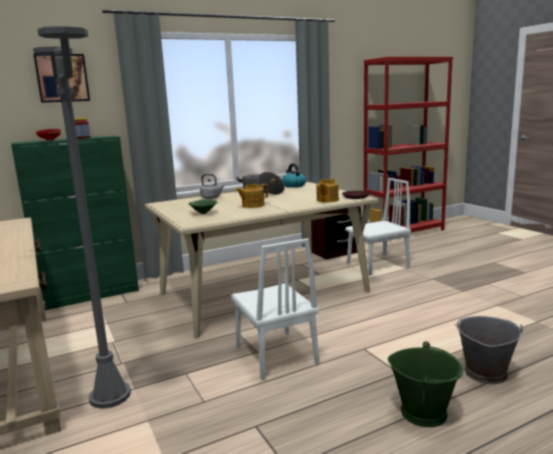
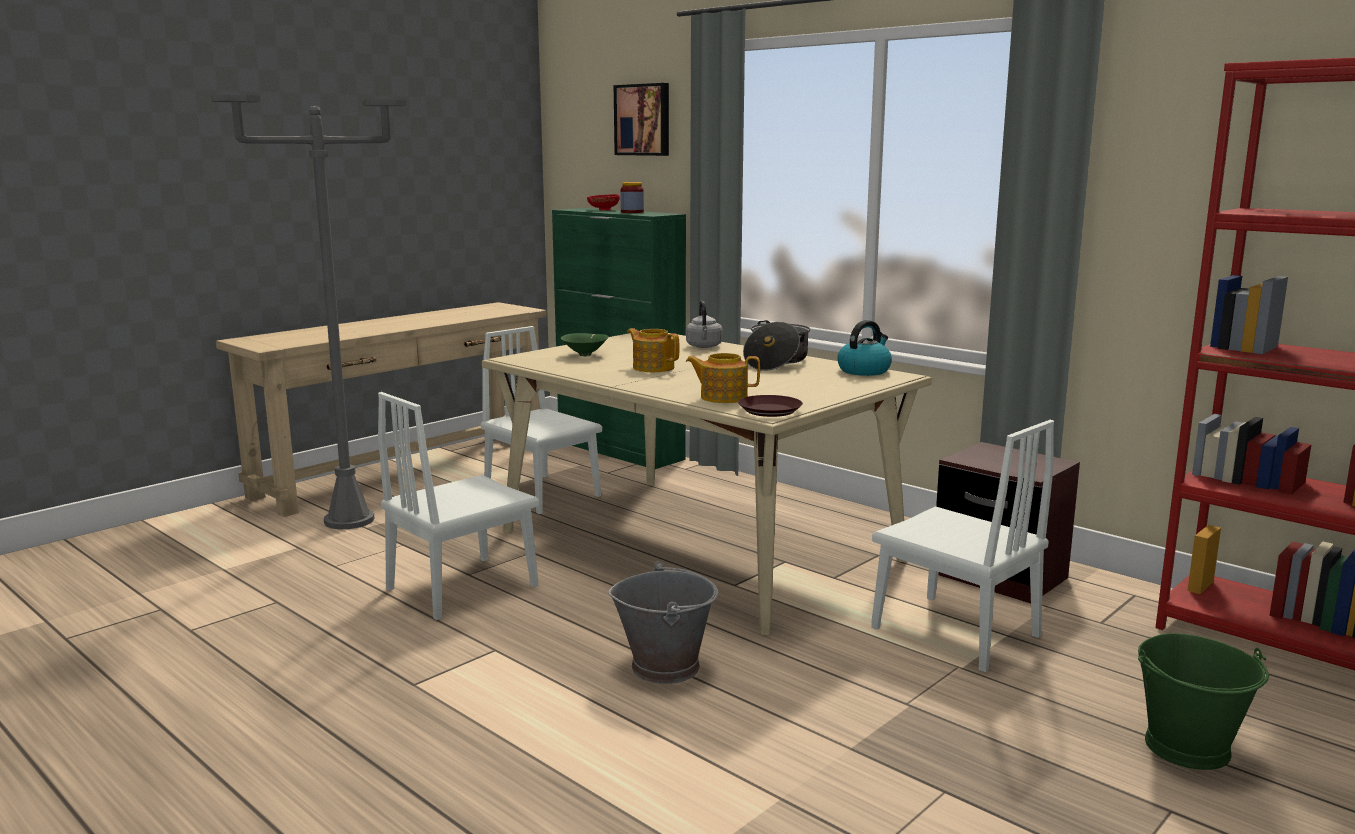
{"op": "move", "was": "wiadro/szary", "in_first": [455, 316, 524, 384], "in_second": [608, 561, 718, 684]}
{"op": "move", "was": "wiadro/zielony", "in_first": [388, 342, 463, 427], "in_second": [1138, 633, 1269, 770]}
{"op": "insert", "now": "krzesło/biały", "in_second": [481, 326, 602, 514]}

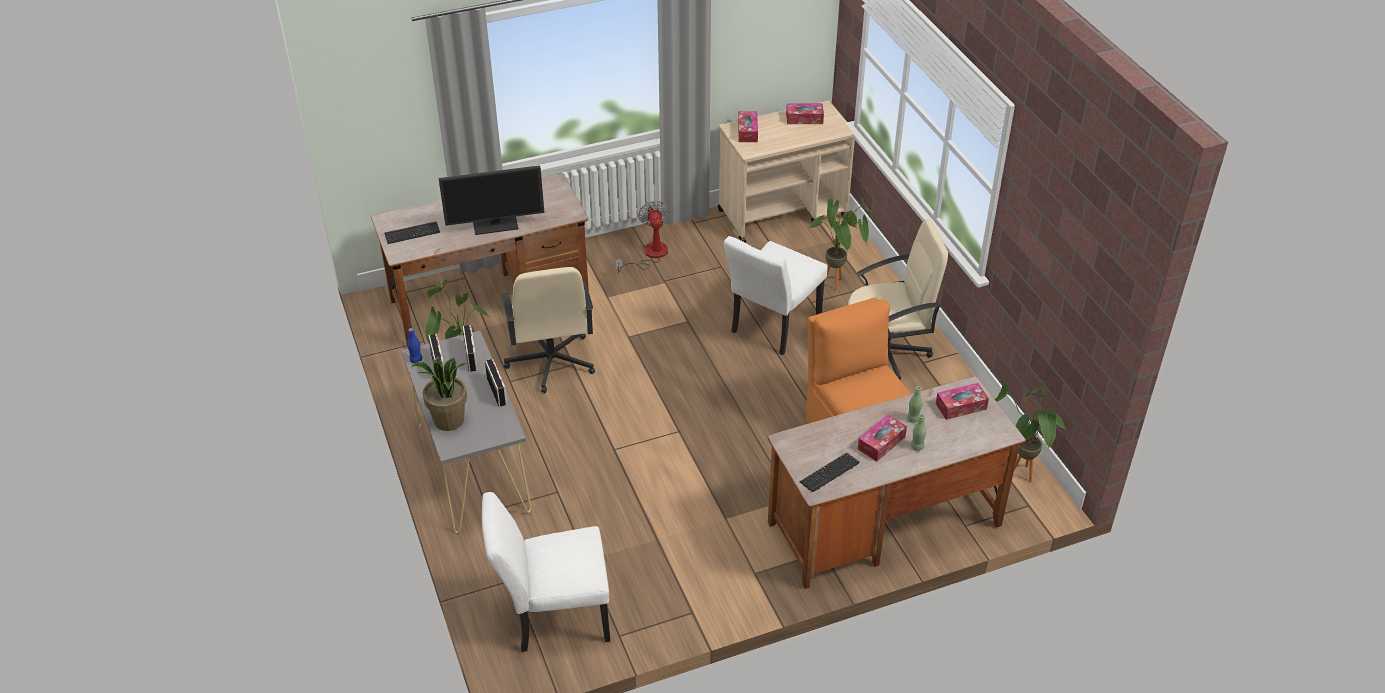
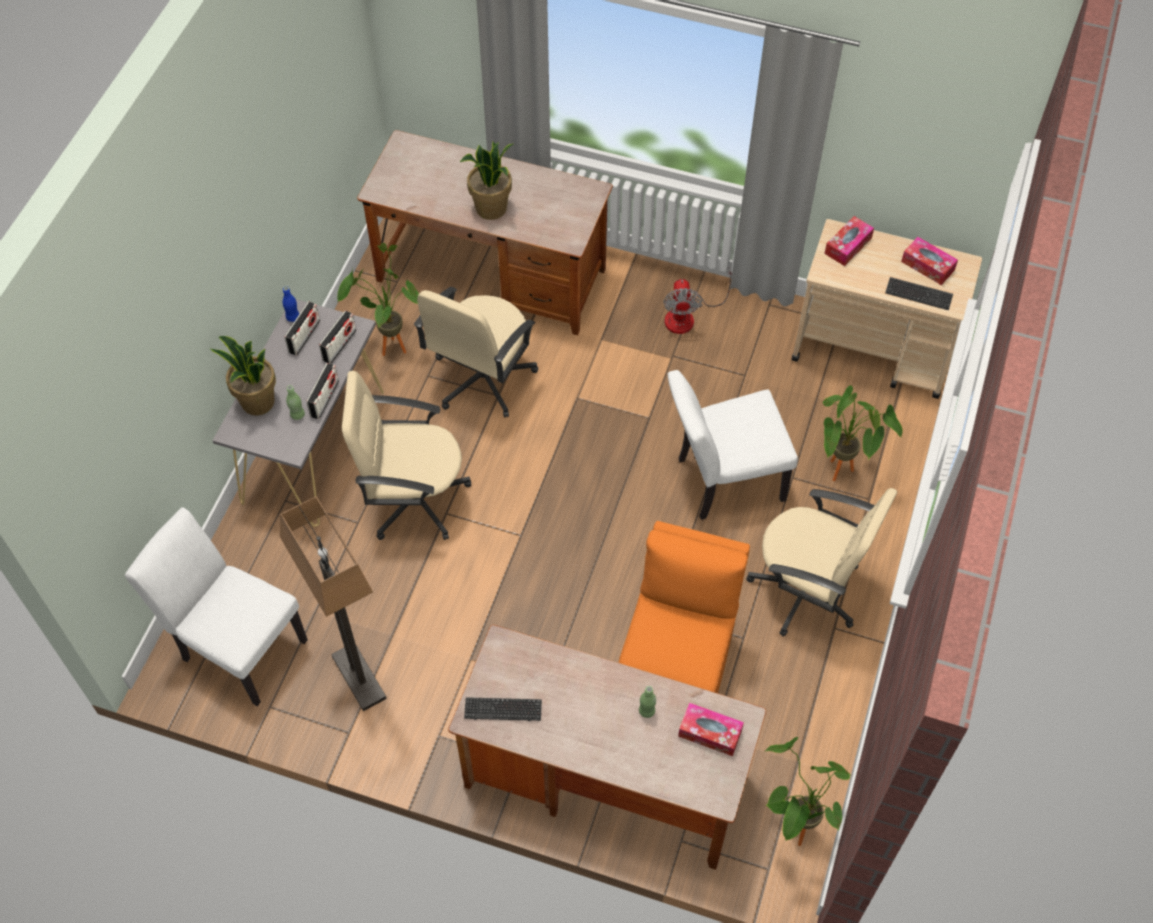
{"op": "replace", "was": "monitor", "now": "roślina doniczkowa", "in_first": [439, 165, 544, 235], "in_second": [460, 141, 513, 220]}
{"op": "rotate", "was": "wentylator", "in_first": [615, 201, 669, 273], "in_second": [663, 267, 732, 334], "clockwise": 150}
{"op": "move", "was": "klawiatura", "in_first": [384, 222, 440, 244], "in_second": [885, 277, 953, 310]}
{"op": "delete", "was": "pudełko chusteczek", "in_first": [858, 414, 907, 462]}
{"op": "move", "was": "butelka/zielony", "in_first": [911, 414, 926, 451], "in_second": [286, 385, 305, 420]}
{"op": "insert", "now": "krzesło biurowe/beżowy", "in_second": [342, 371, 471, 540]}
{"op": "insert", "now": "lampa stojąca", "in_second": [280, 496, 387, 711]}

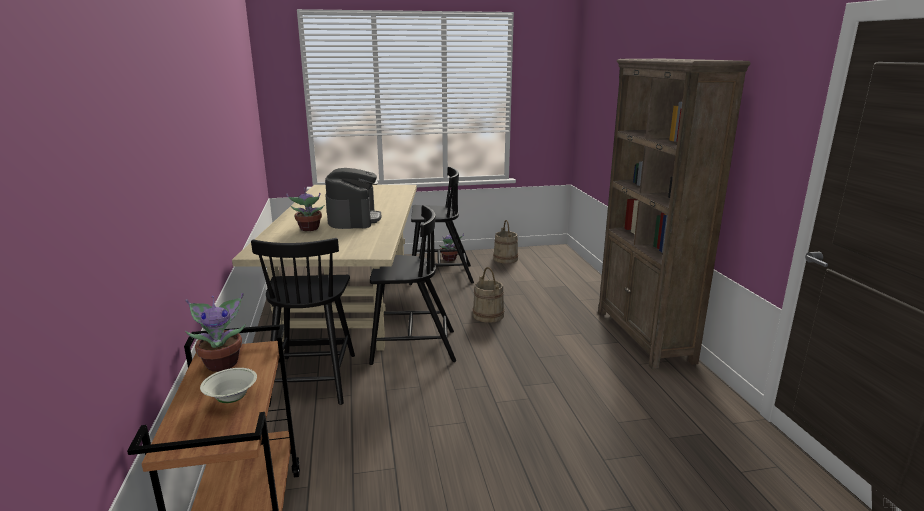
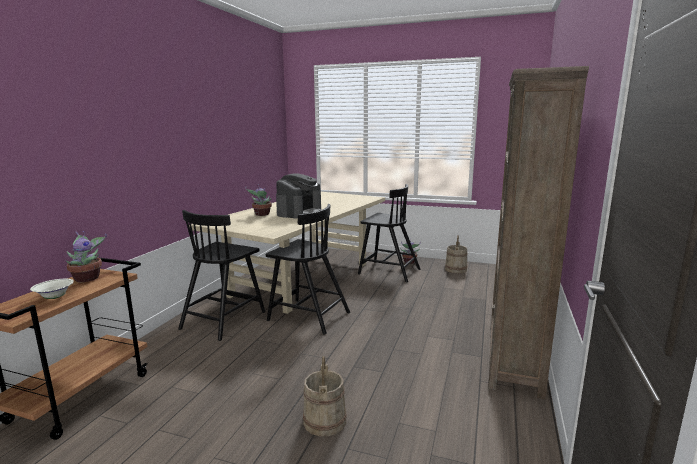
{"op": "move", "was": "wiadro/beżowy", "in_first": [473, 267, 504, 323], "in_second": [303, 356, 346, 436]}

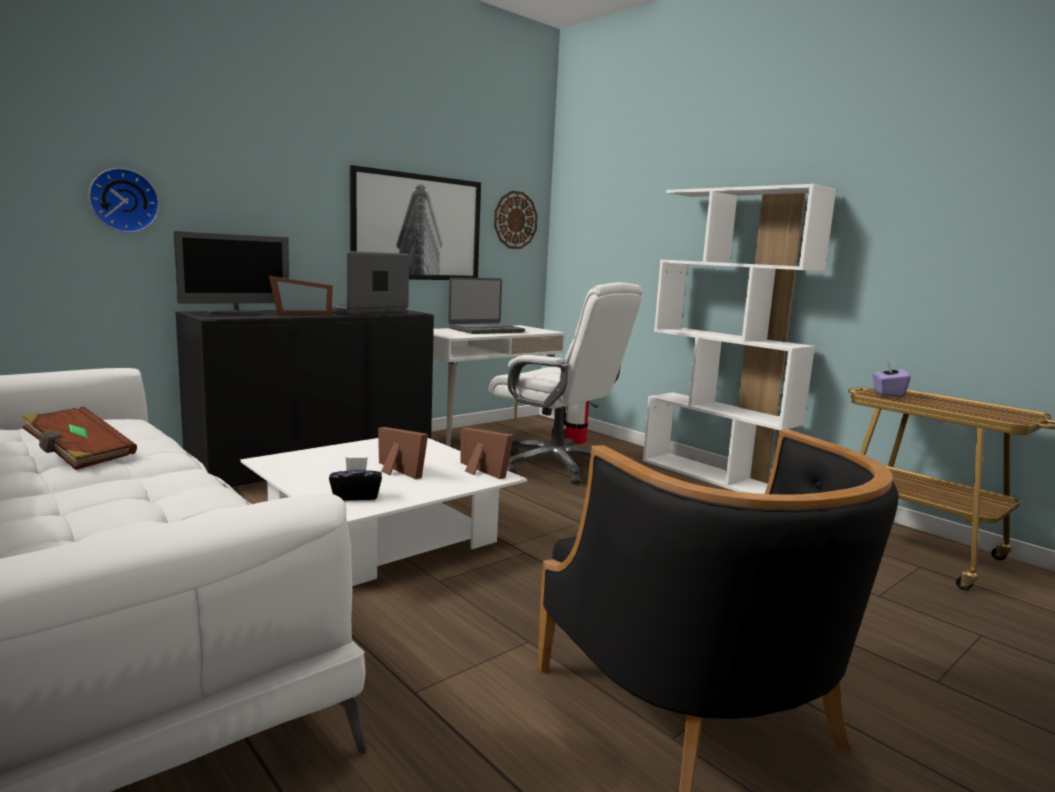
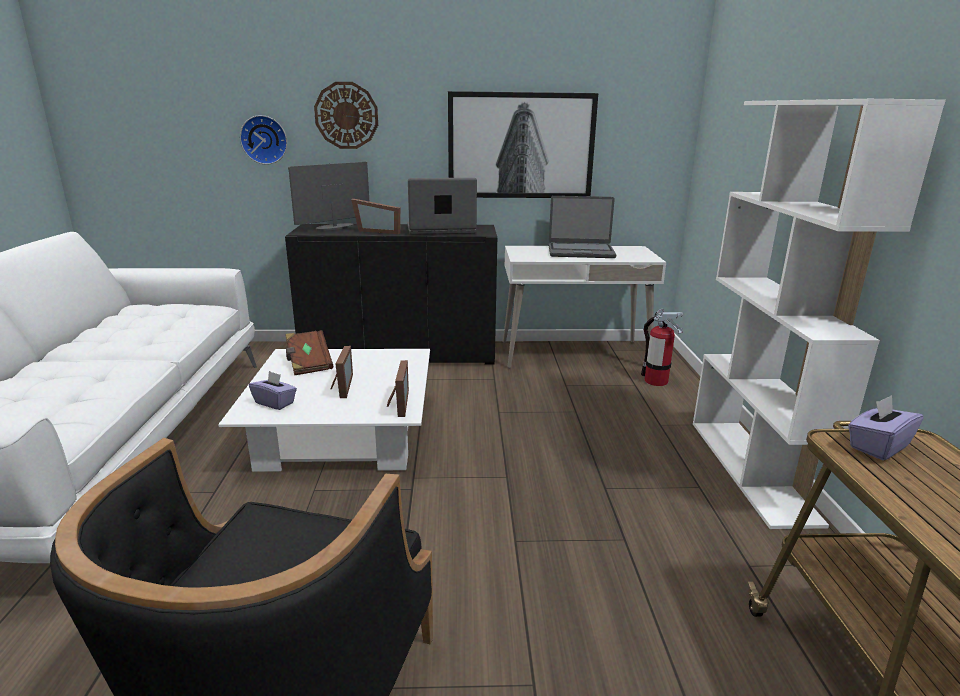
{"op": "move", "was": "zegar ścienny", "in_first": [494, 191, 537, 249], "in_second": [314, 82, 378, 149]}
{"op": "rotate", "was": "monitor", "in_first": [173, 231, 289, 314], "in_second": [288, 162, 369, 231], "clockwise": 135}
{"op": "delete", "was": "krzesło biurowe/biały", "in_first": [489, 282, 643, 484]}
{"op": "move", "was": "książka/brązowy", "in_first": [22, 407, 137, 470], "in_second": [285, 330, 333, 375]}
{"op": "recolor", "was": "pudełko chusteczek/czarny", "now": "pudełko chusteczek/fioletowy", "in_first": [329, 457, 382, 501], "in_second": [249, 371, 297, 410]}

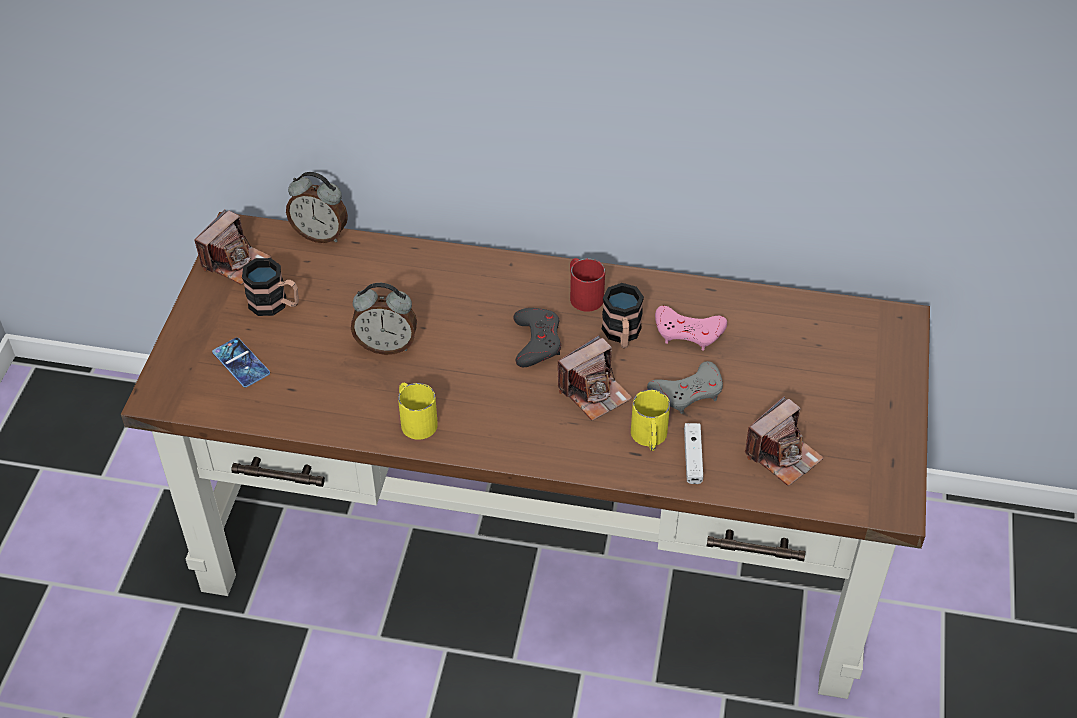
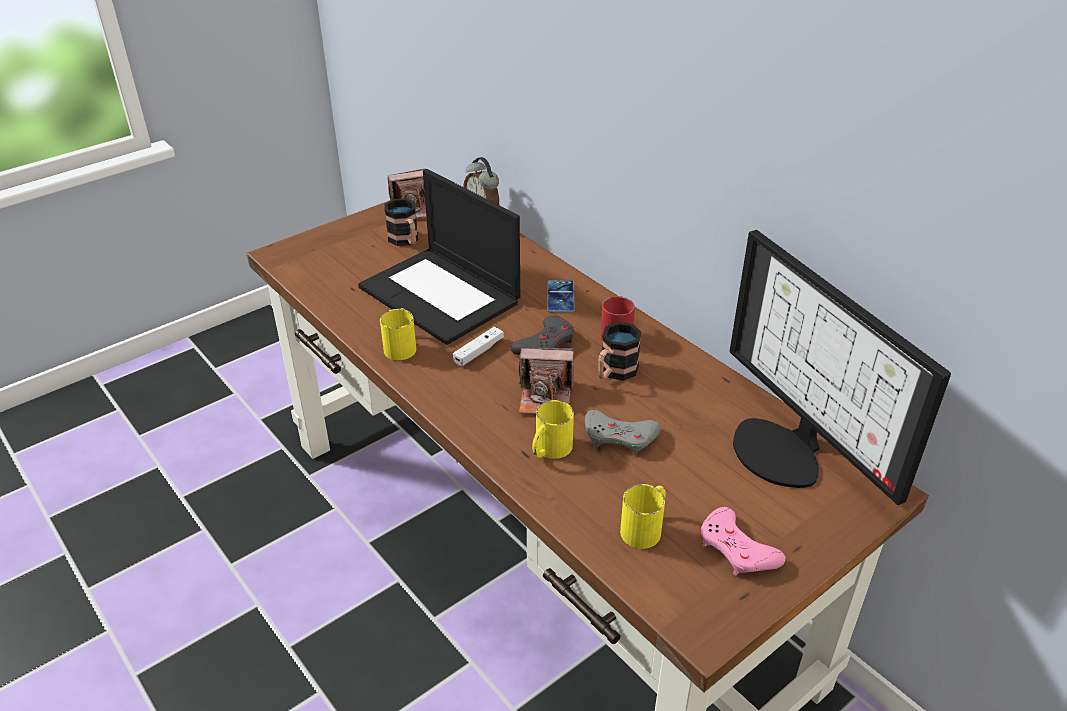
{"op": "replace", "was": "budzik", "now": "laptop", "in_first": [351, 283, 417, 355], "in_second": [358, 169, 520, 345]}
{"op": "move", "was": "pad do gier/różowy", "in_first": [655, 306, 727, 350], "in_second": [701, 507, 786, 575]}
{"op": "move", "was": "telefon", "in_first": [212, 338, 270, 388], "in_second": [547, 280, 575, 312]}
{"op": "replace", "was": "aparat fotograficzny", "now": "kubek/żółty", "in_first": [745, 396, 824, 486], "in_second": [620, 484, 666, 549]}
{"op": "move", "was": "pad do gier/biały", "in_first": [684, 423, 703, 484], "in_second": [453, 327, 504, 366]}
{"op": "insert", "now": "monitor", "in_second": [730, 230, 951, 505]}

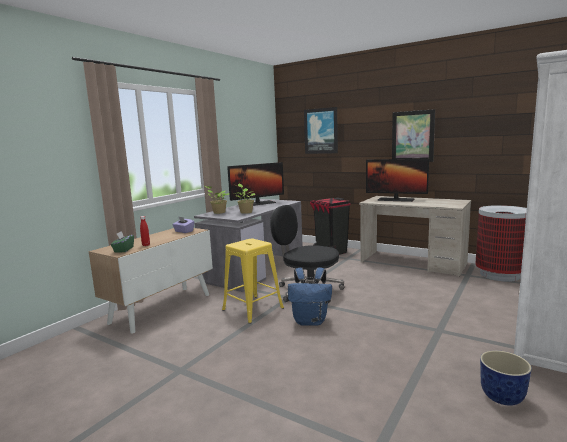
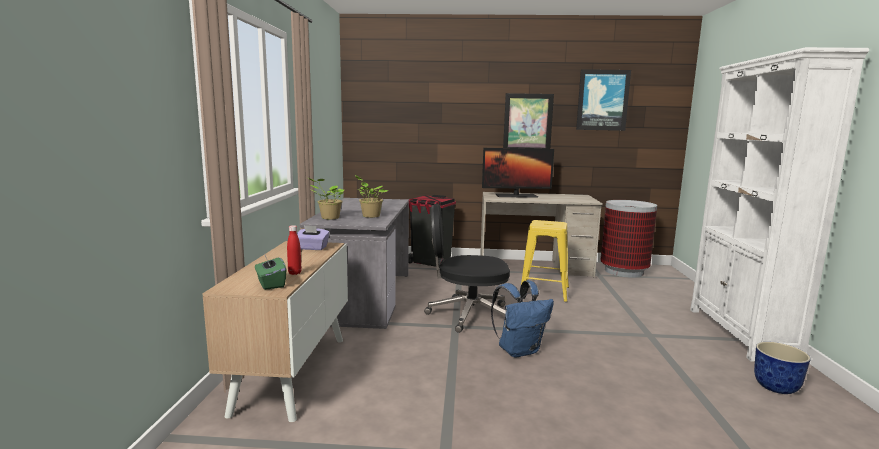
{"op": "move", "was": "obraz", "in_first": [304, 107, 338, 154], "in_second": [576, 69, 631, 131]}
{"op": "delete", "was": "monitor", "in_first": [227, 162, 284, 206]}
{"op": "move", "was": "stołek/żółty", "in_first": [222, 239, 284, 324], "in_second": [521, 220, 569, 303]}

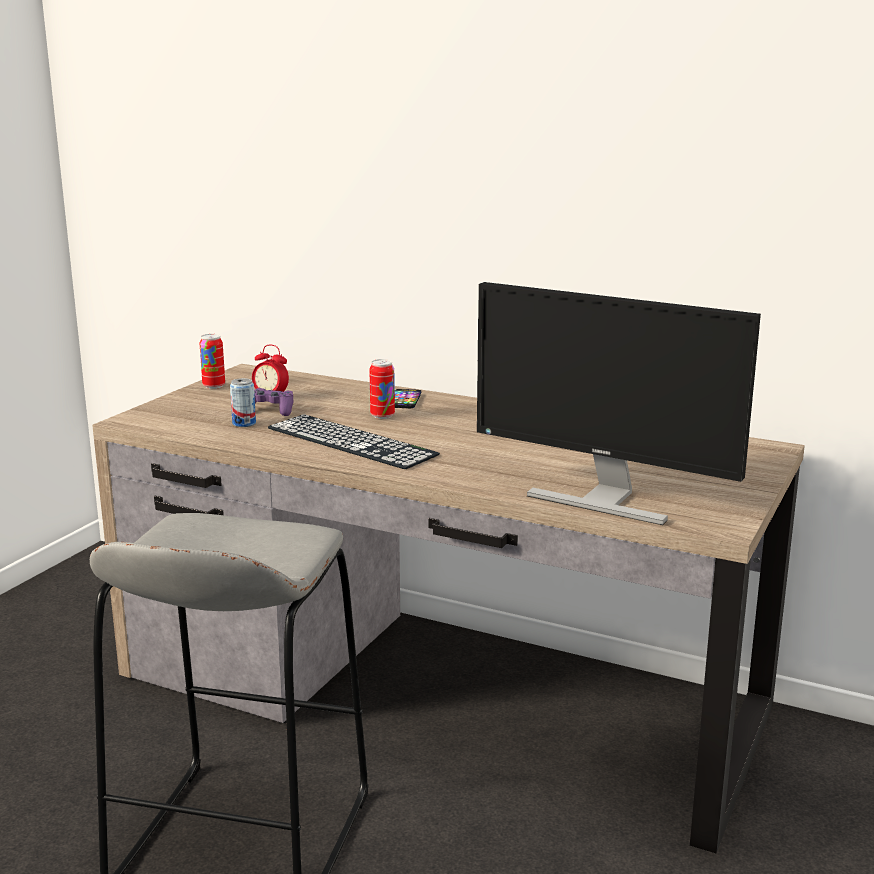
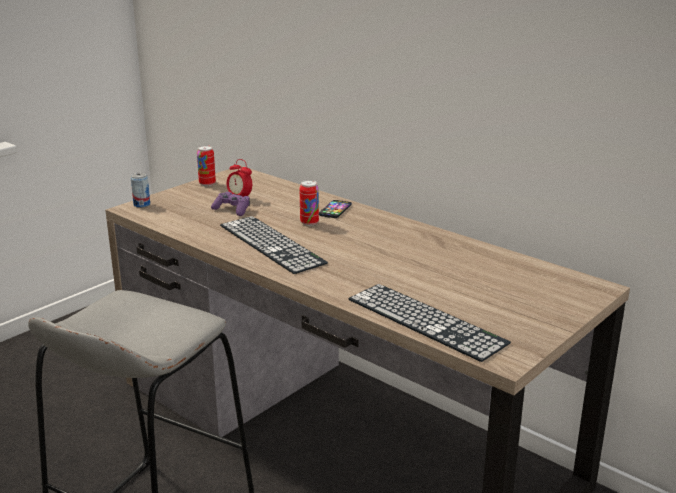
{"op": "replace", "was": "monitor", "now": "klawiatura", "in_first": [477, 282, 761, 525], "in_second": [348, 284, 511, 362]}
{"op": "move", "was": "puszka", "in_first": [230, 378, 256, 427], "in_second": [131, 173, 150, 208]}

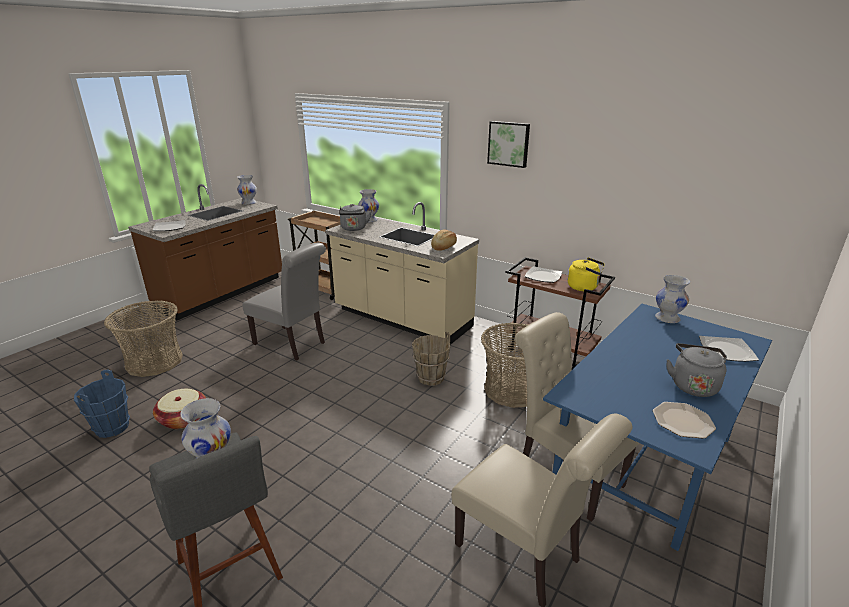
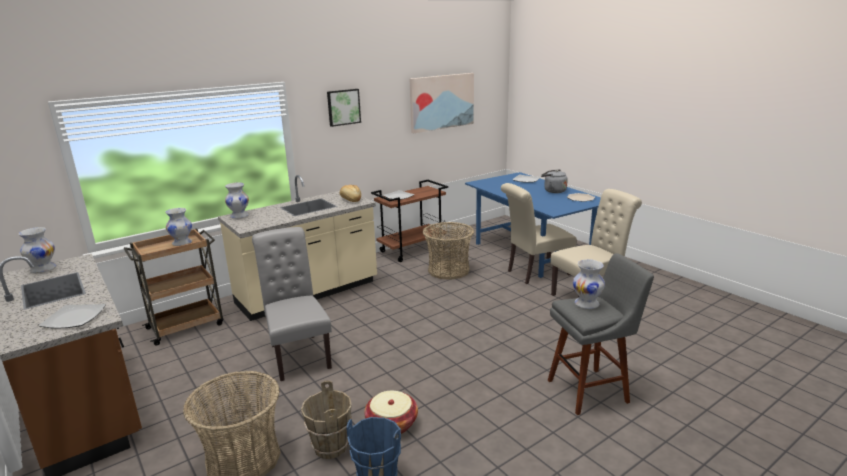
{"op": "delete", "was": "czajnik/szary", "in_first": [339, 204, 371, 231]}
{"op": "rotate", "was": "krzesło/szary", "in_first": [242, 243, 326, 360], "in_second": [252, 227, 332, 381], "clockwise": -75}
{"op": "delete", "was": "czajnik/żółty", "in_first": [568, 257, 605, 291]}
{"op": "move", "was": "wazon/biały", "in_first": [655, 275, 690, 323], "in_second": [165, 208, 192, 246]}
{"op": "move", "was": "wiadro/brązowy", "in_first": [412, 332, 450, 386], "in_second": [301, 380, 352, 459]}
{"op": "insert", "now": "obraz", "in_second": [410, 73, 474, 133]}

